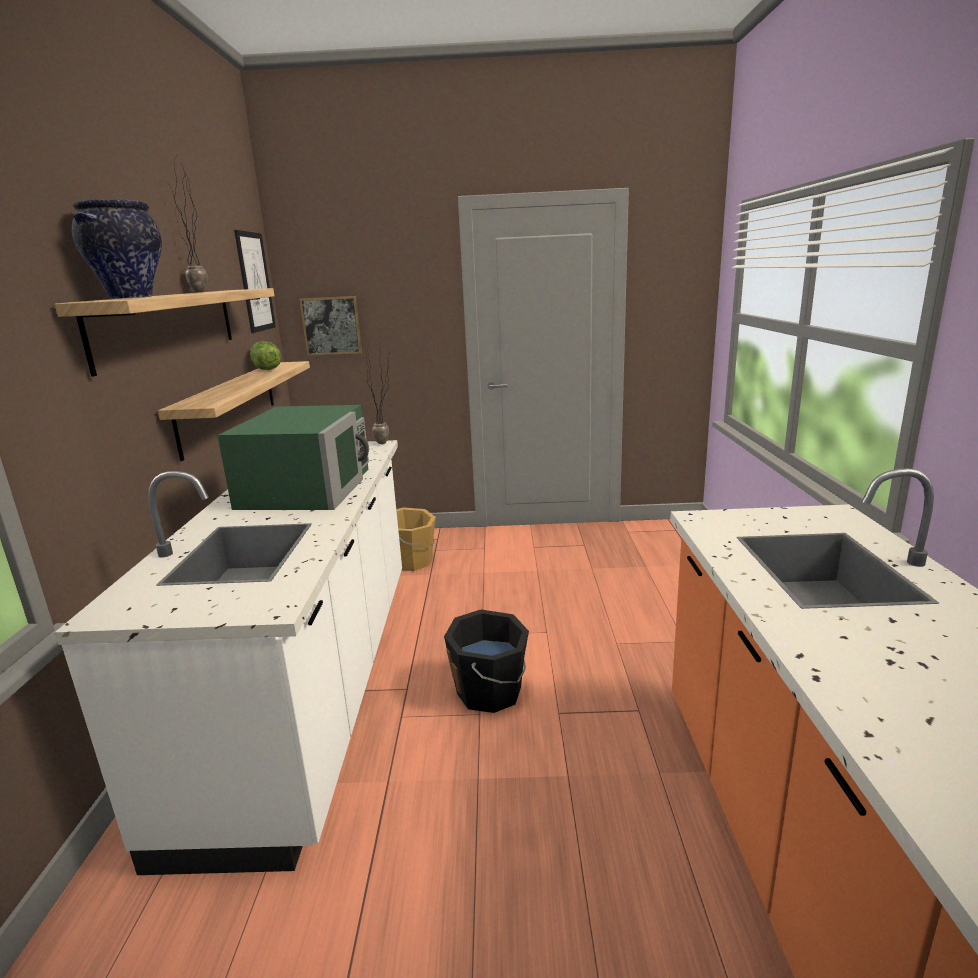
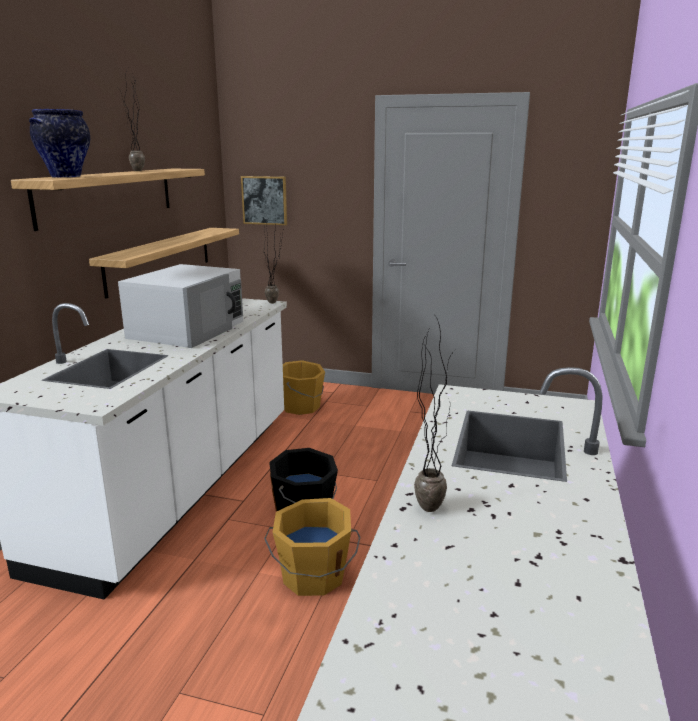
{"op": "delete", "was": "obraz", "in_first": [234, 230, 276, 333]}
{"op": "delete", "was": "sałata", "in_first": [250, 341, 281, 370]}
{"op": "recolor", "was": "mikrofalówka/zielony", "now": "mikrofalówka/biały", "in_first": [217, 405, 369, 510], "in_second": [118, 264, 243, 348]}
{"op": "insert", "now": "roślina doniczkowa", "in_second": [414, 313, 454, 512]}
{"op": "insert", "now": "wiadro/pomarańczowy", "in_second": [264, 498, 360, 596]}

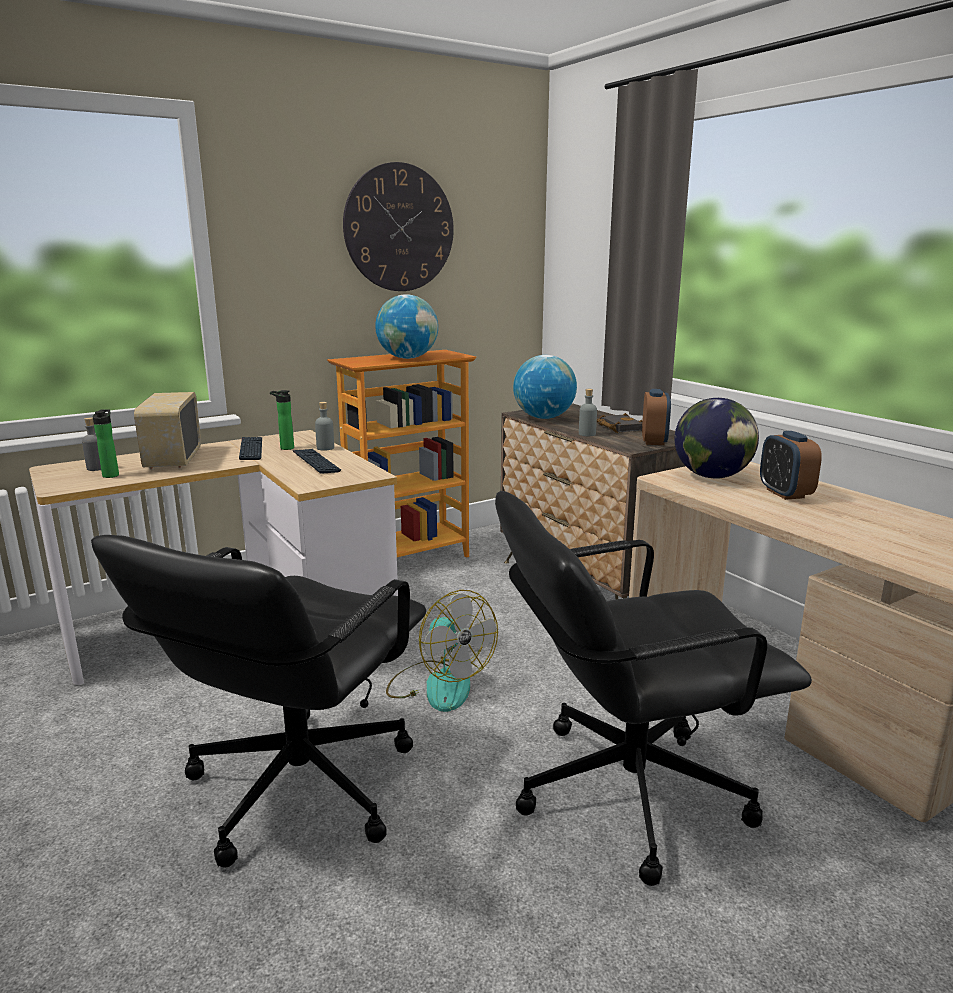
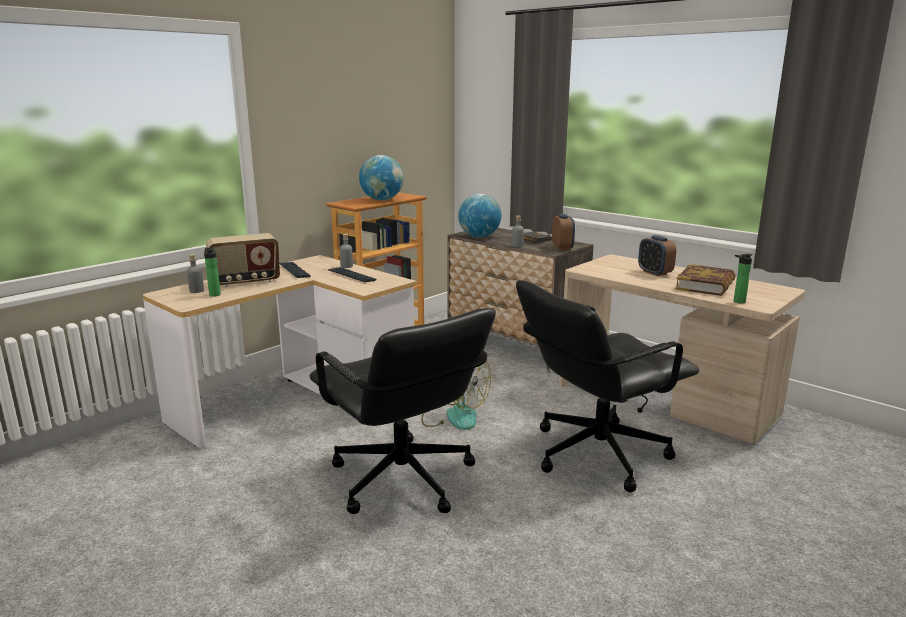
{"op": "delete", "was": "zegar ścienny", "in_first": [343, 162, 454, 291]}
{"op": "move", "was": "butelka", "in_first": [270, 390, 294, 450], "in_second": [734, 254, 752, 303]}
{"op": "rotate", "was": "radio", "in_first": [134, 392, 201, 470], "in_second": [206, 233, 280, 287], "clockwise": -90}
{"op": "delete", "was": "globus", "in_first": [674, 398, 759, 479]}
{"op": "rotate", "was": "krzesło biurowe/czarny", "in_first": [91, 535, 427, 868], "in_second": [310, 308, 496, 514], "clockwise": -45}
{"op": "insert", "now": "książka", "in_second": [676, 264, 736, 296]}

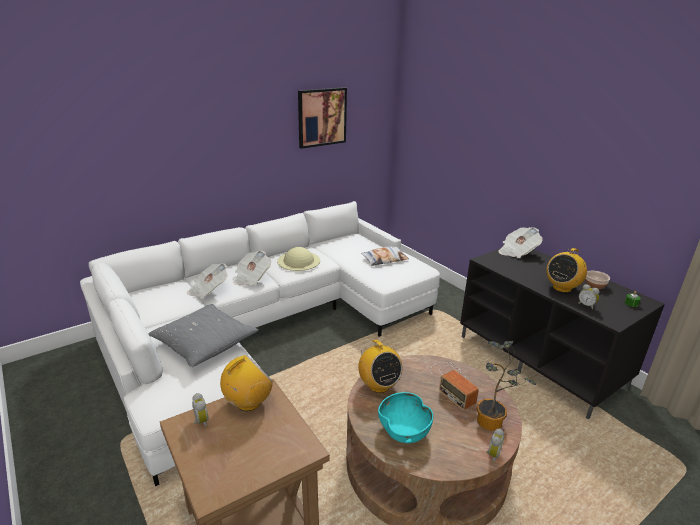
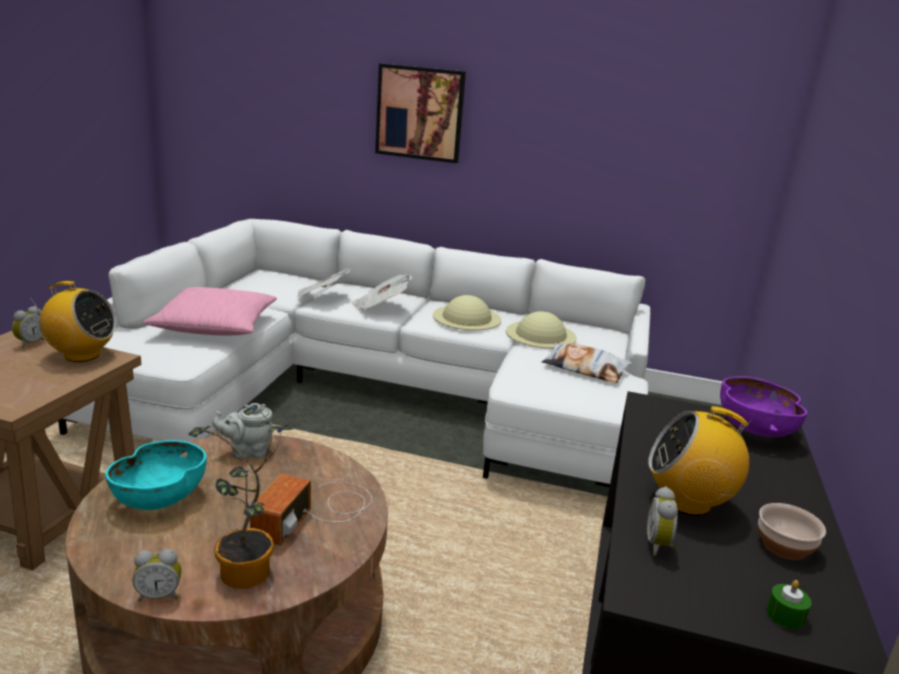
{"op": "move", "was": "obraz", "in_first": [298, 87, 347, 149], "in_second": [375, 63, 466, 163]}
{"op": "replace", "was": "gazeta", "now": "miska/fioletowy", "in_first": [498, 227, 543, 258], "in_second": [720, 376, 807, 437]}
{"op": "recolor", "was": "poduszka/szary", "now": "poduszka/różowy", "in_first": [148, 304, 258, 367], "in_second": [143, 287, 277, 335]}
{"op": "replace", "was": "radio", "now": "imbryk/szary", "in_first": [358, 340, 402, 393], "in_second": [212, 403, 274, 459]}
{"op": "insert", "now": "kapelusz/beżowy", "in_second": [506, 311, 577, 349]}

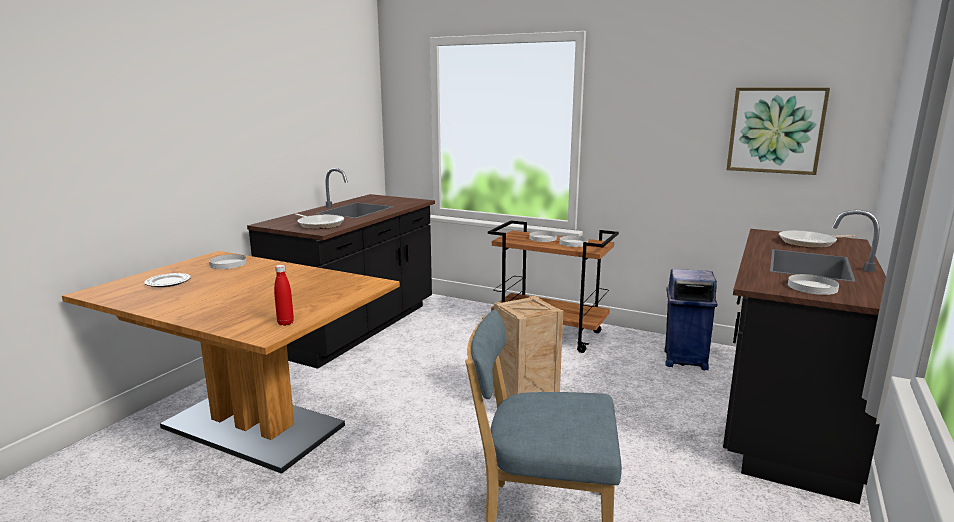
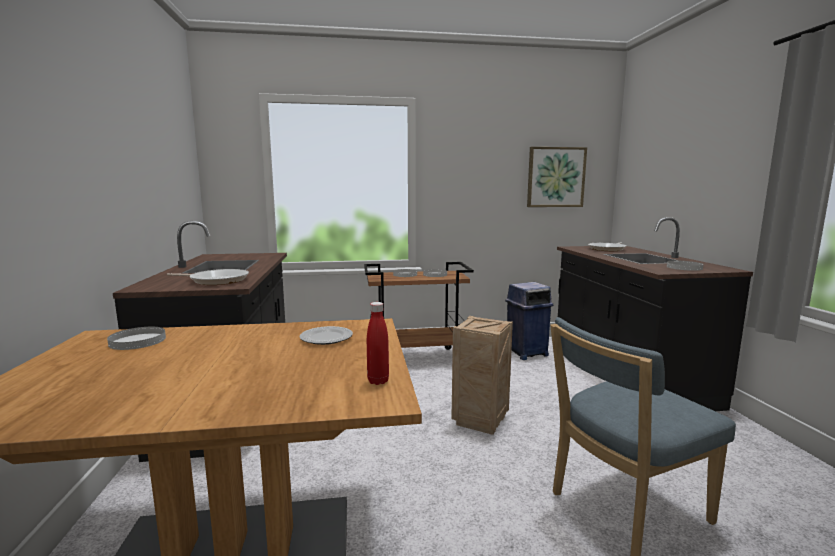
{"op": "move", "was": "talerz", "in_first": [144, 273, 191, 287], "in_second": [299, 326, 353, 345]}

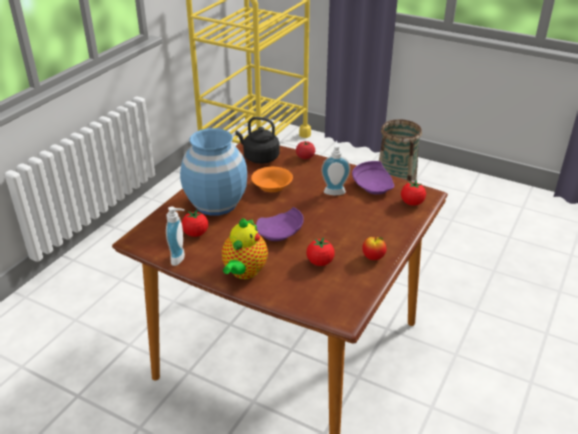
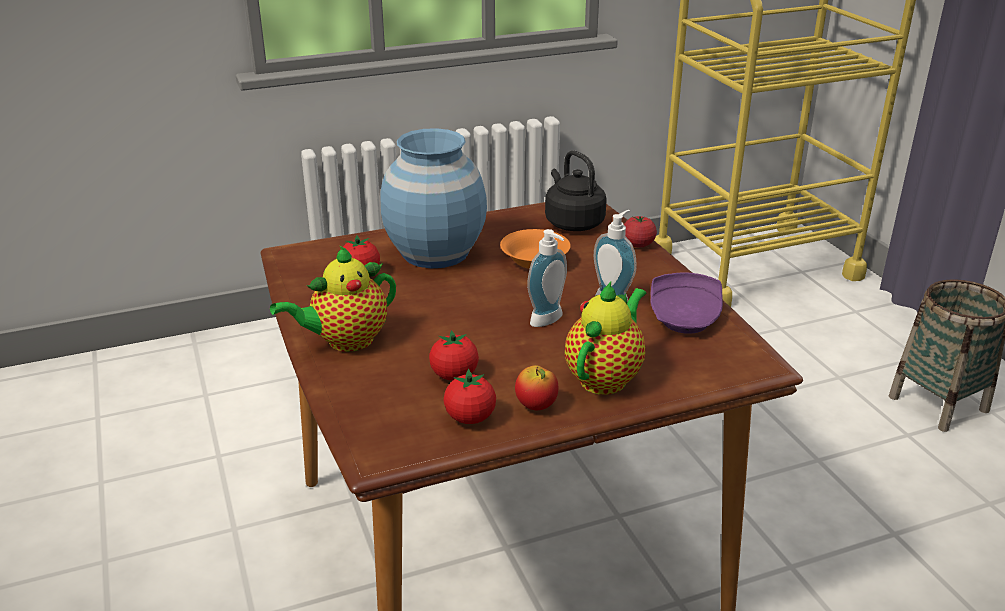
{"op": "move", "was": "pomidor", "in_first": [401, 180, 426, 206], "in_second": [444, 369, 496, 424]}
{"op": "move", "was": "dozownik mydła", "in_first": [166, 207, 185, 266], "in_second": [527, 229, 567, 327]}
{"op": "delete", "was": "talerz/fioletowy", "in_first": [256, 207, 304, 241]}
{"op": "insert", "now": "imbryk", "in_second": [565, 282, 646, 395]}

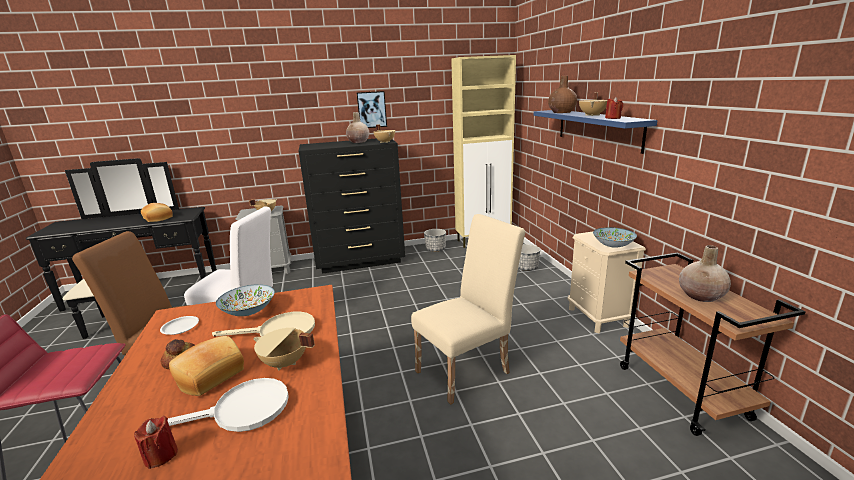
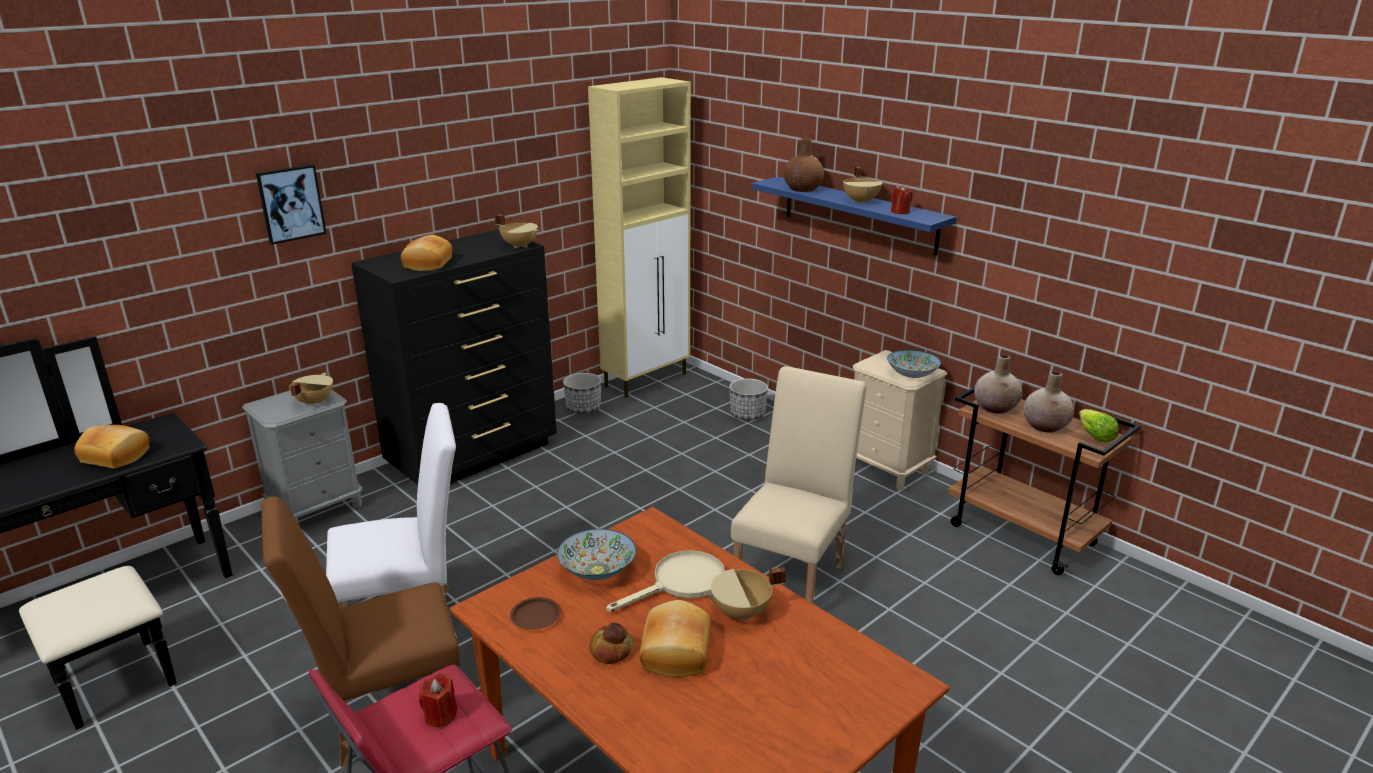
{"op": "move", "was": "obraz", "in_first": [357, 91, 387, 128], "in_second": [256, 164, 326, 245]}
{"op": "move", "was": "wazon/beżowy", "in_first": [346, 112, 369, 143], "in_second": [974, 354, 1022, 414]}
{"op": "recolor", "was": "talerz/biały", "now": "talerz/brązowy", "in_first": [160, 316, 199, 335], "in_second": [510, 597, 561, 630]}
{"op": "delete", "was": "patelnia/biały", "in_first": [168, 378, 289, 432]}
{"op": "move", "was": "świeca/czerwony", "in_first": [134, 416, 178, 469], "in_second": [419, 673, 457, 728]}
{"op": "insert", "now": "chleb", "in_second": [401, 235, 452, 271]}
{"op": "insert", "now": "sałata", "in_second": [1079, 409, 1119, 442]}

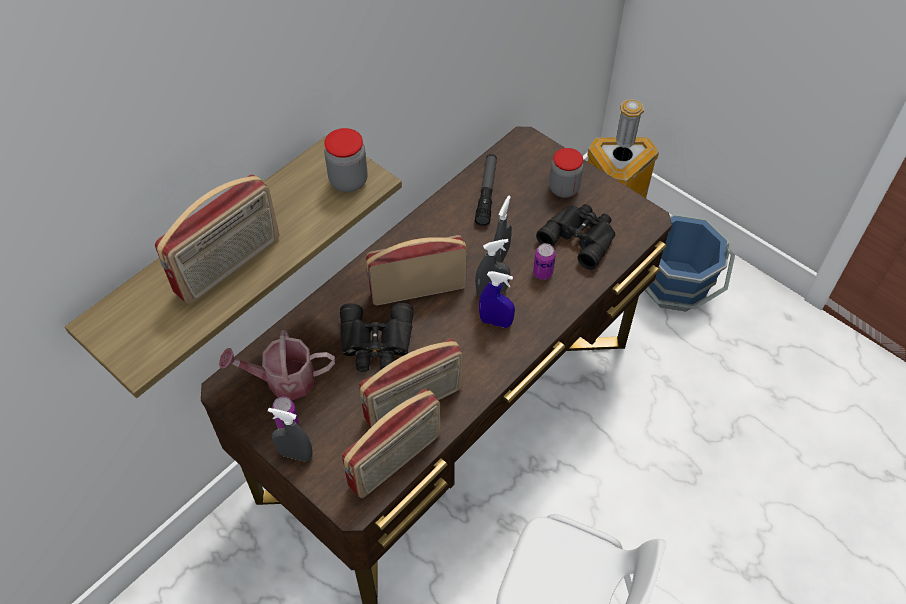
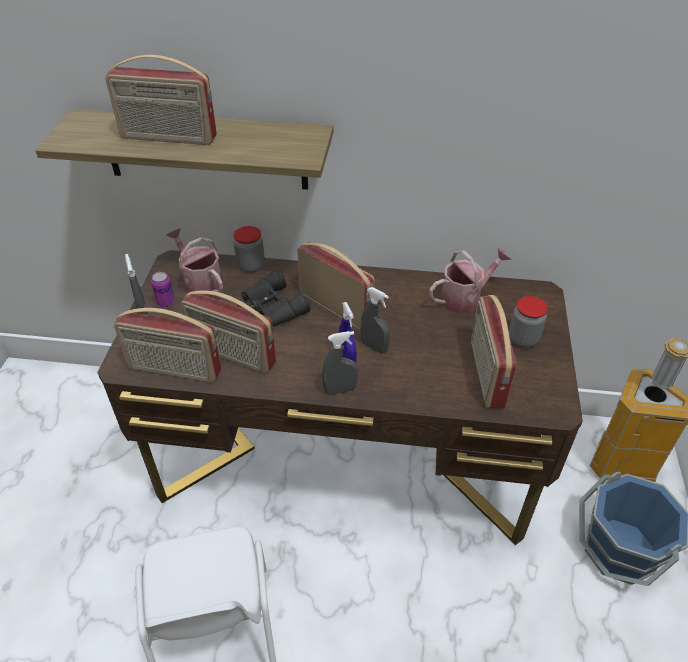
{"op": "move", "was": "słoik", "in_first": [324, 128, 368, 192], "in_second": [234, 226, 265, 273]}
{"op": "replace", "was": "latarka", "now": "konewka", "in_first": [475, 154, 497, 226], "in_second": [429, 248, 512, 314]}
{"op": "move", "was": "spryskiwacz/szary", "in_first": [494, 196, 512, 263], "in_second": [322, 331, 358, 395]}
{"op": "replace", "was": "lornetka/czarny", "now": "radio", "in_first": [536, 204, 615, 270], "in_second": [471, 295, 516, 408]}
{"op": "delete", "was": "puszka", "in_first": [533, 243, 556, 280]}

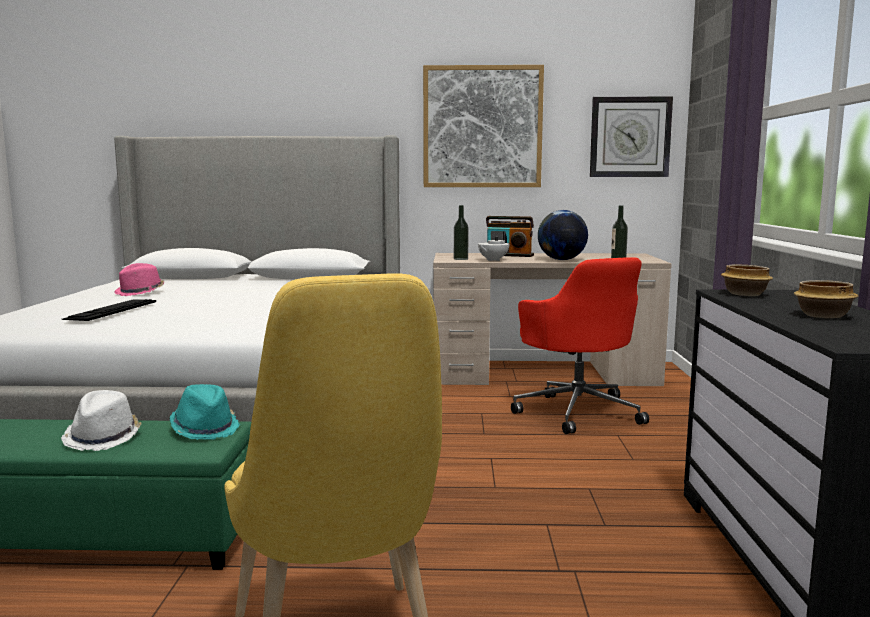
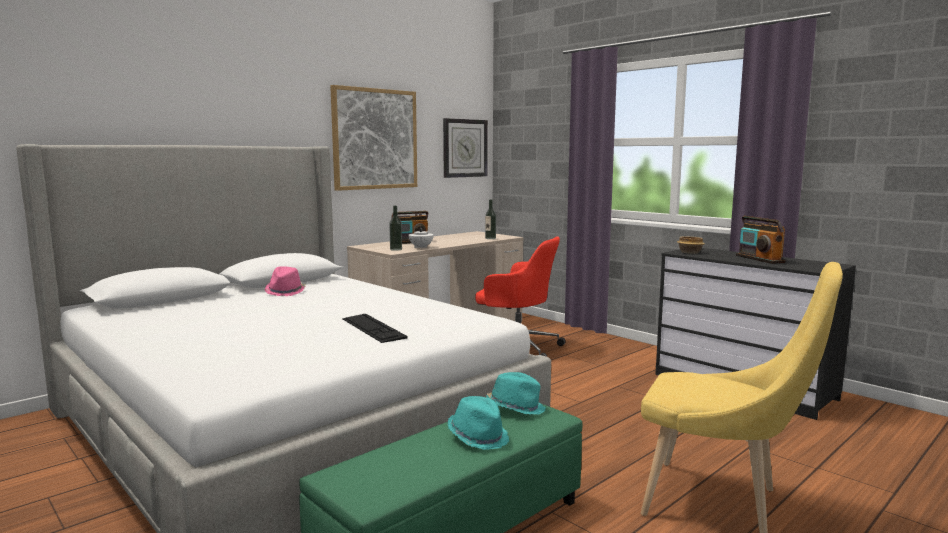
{"op": "delete", "was": "globus", "in_first": [538, 210, 588, 260]}
{"op": "move", "was": "kapelusz/różowy", "in_first": [114, 263, 164, 296], "in_second": [265, 266, 306, 296]}
{"op": "replace", "was": "miska", "now": "radio", "in_first": [794, 280, 858, 318], "in_second": [736, 216, 785, 264]}
{"op": "move", "was": "klawiatura", "in_first": [62, 299, 156, 321], "in_second": [342, 314, 408, 343]}
{"op": "recolor", "was": "kapelusz/biały", "now": "kapelusz/turkusowy", "in_first": [61, 390, 142, 451], "in_second": [447, 396, 509, 450]}

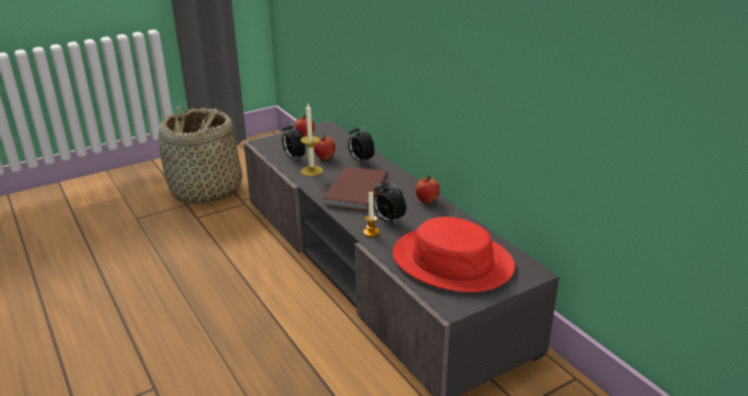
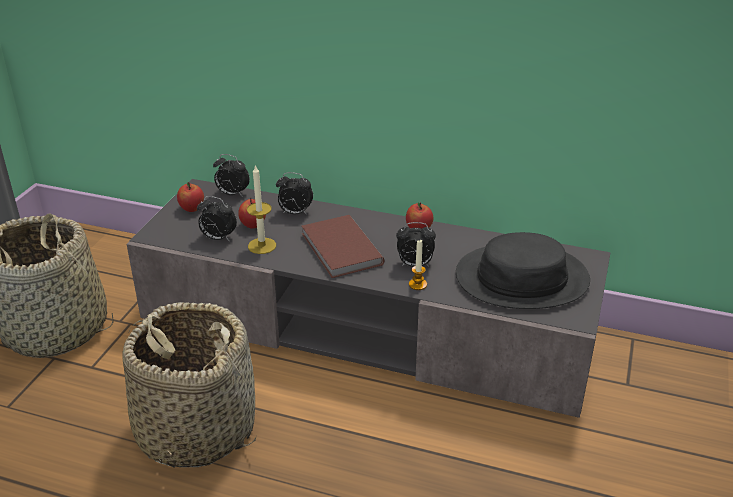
{"op": "recolor", "was": "kapelusz/czerwony", "now": "kapelusz/czarny", "in_first": [393, 217, 515, 292], "in_second": [456, 232, 590, 309]}
{"op": "insert", "now": "budzik", "in_second": [213, 154, 250, 197]}
{"op": "insert", "now": "koszyk", "in_second": [122, 302, 257, 468]}

